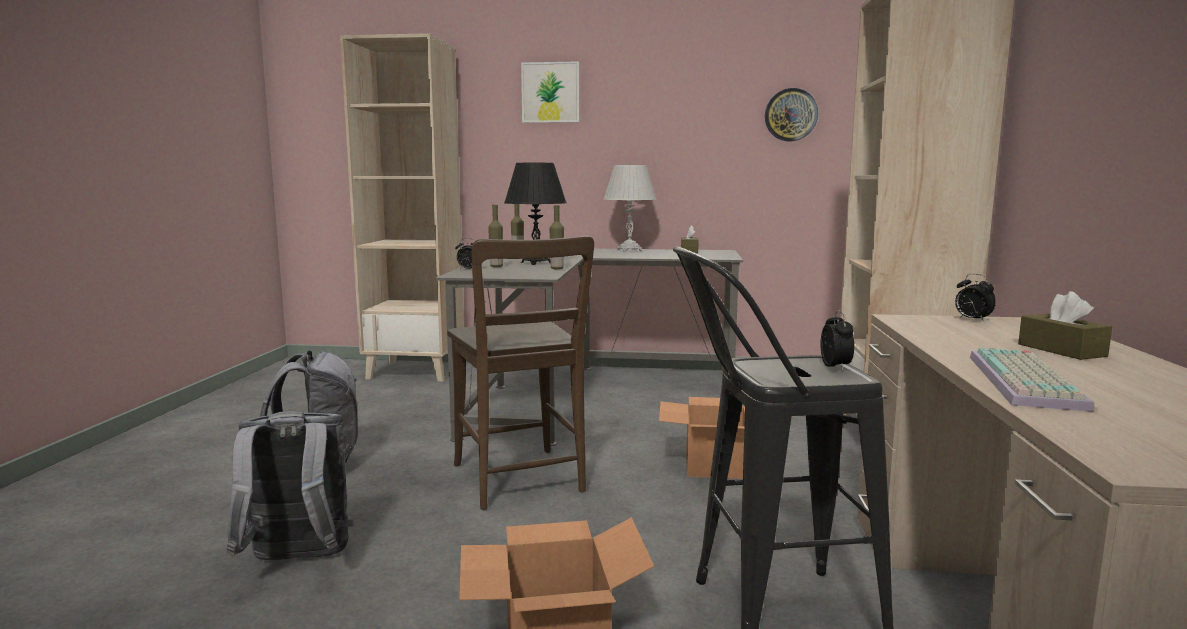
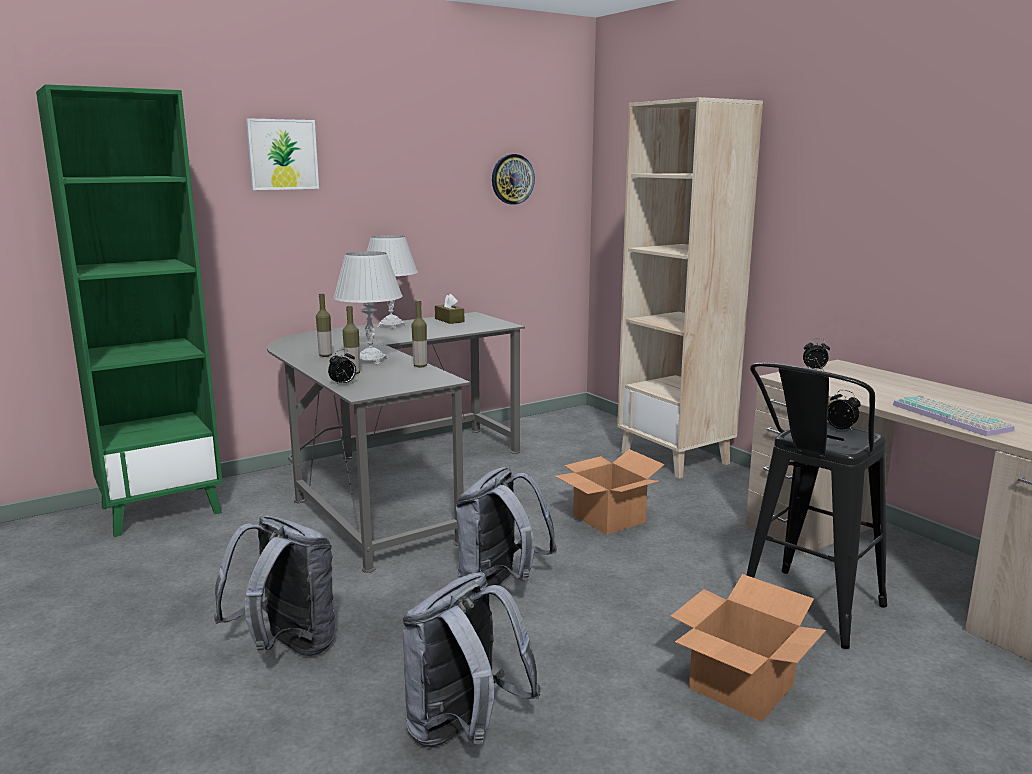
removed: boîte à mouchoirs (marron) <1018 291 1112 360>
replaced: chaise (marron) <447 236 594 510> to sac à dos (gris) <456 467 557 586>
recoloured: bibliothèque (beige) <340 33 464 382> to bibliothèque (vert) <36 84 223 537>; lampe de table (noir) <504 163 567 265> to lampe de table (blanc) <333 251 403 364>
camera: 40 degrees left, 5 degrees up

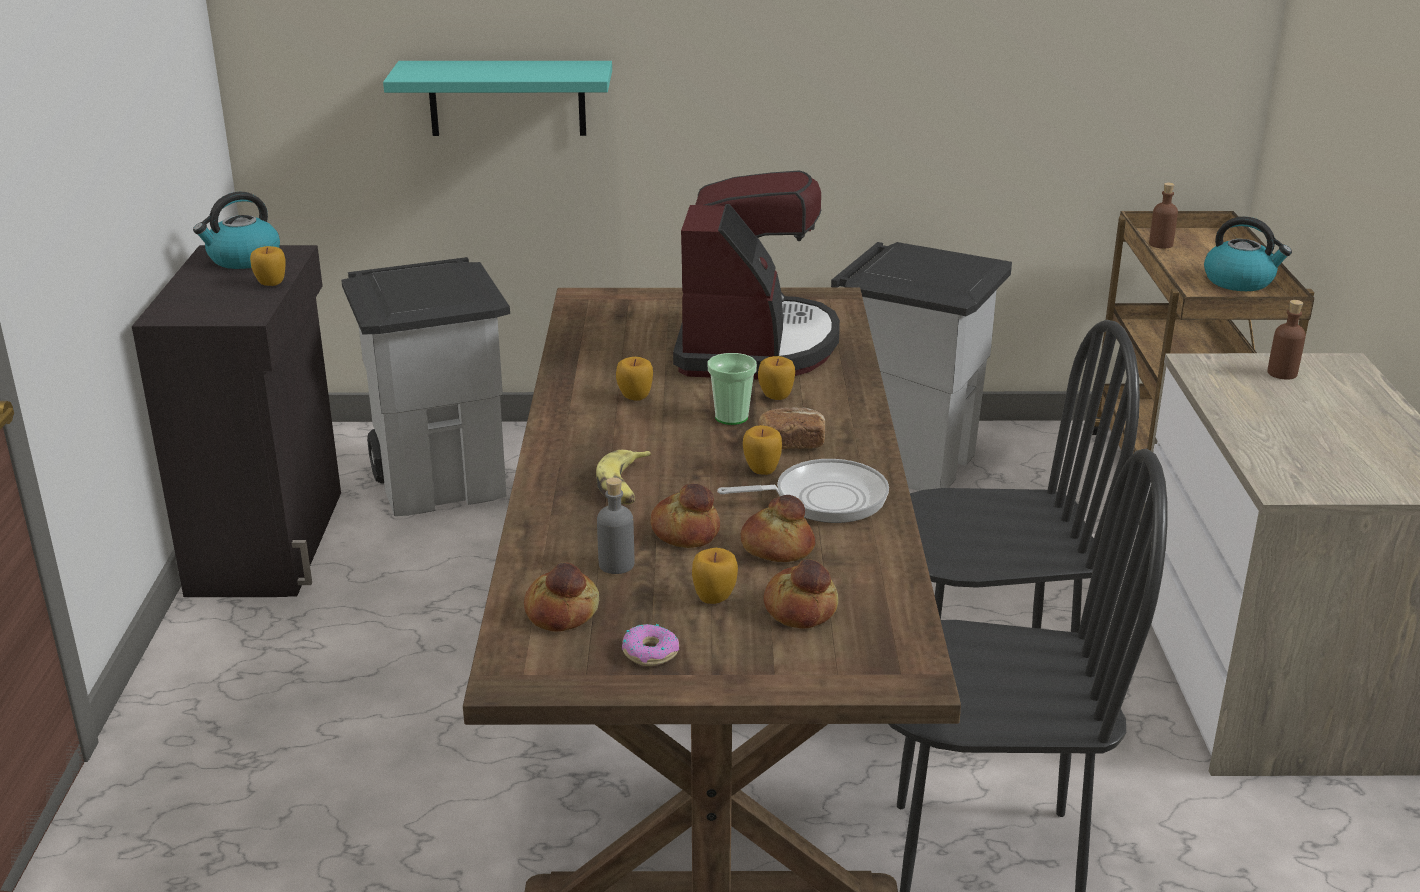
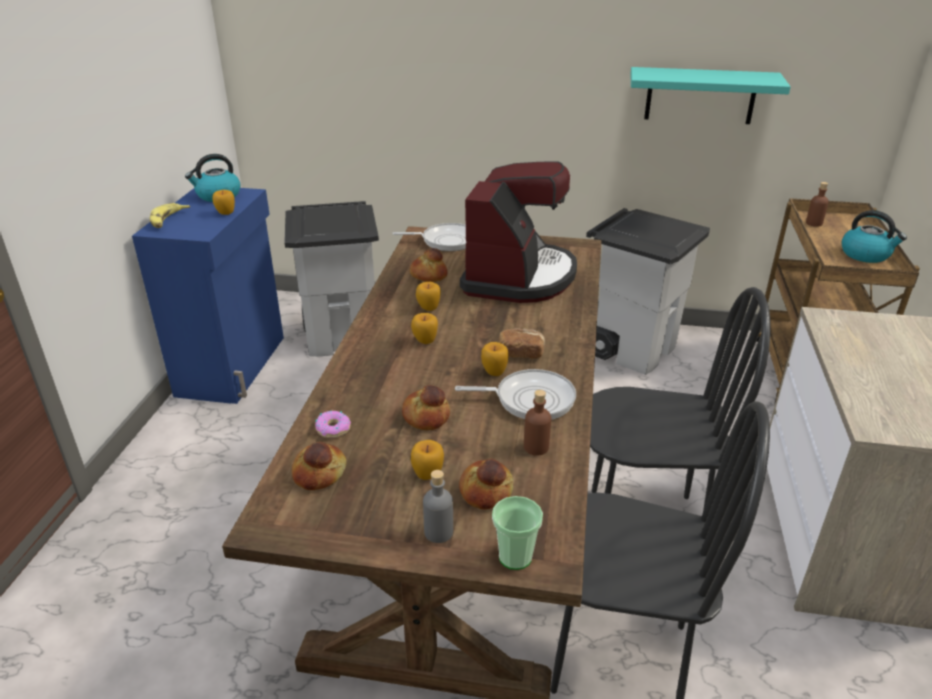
added: poêle <392 223 466 251>
moved: étagère (turquoise) <383 61 612 136> to <630 67 791 124>; banane <596 450 652 504> to <149 203 190 228>; bouteille (gris) <597 477 634 574> to <423 470 453 543>; beignet <622 624 679 666> to <315 411 351 438>; tasse <707 353 757 425> to <492 496 543 570>; pain <741 495 815 562> to <410 248 448 282>; pomme <758 356 795 400> to <411 313 438 344>; bouteille (marron) <1267 300 1306 379> to <524 390 551 456>
recoloured: meuble de rangement (noir) <132 245 341 597> to meuble de rangement (bleu) <132 188 284 404>
camera: 10 degrees right, 5 degrees up

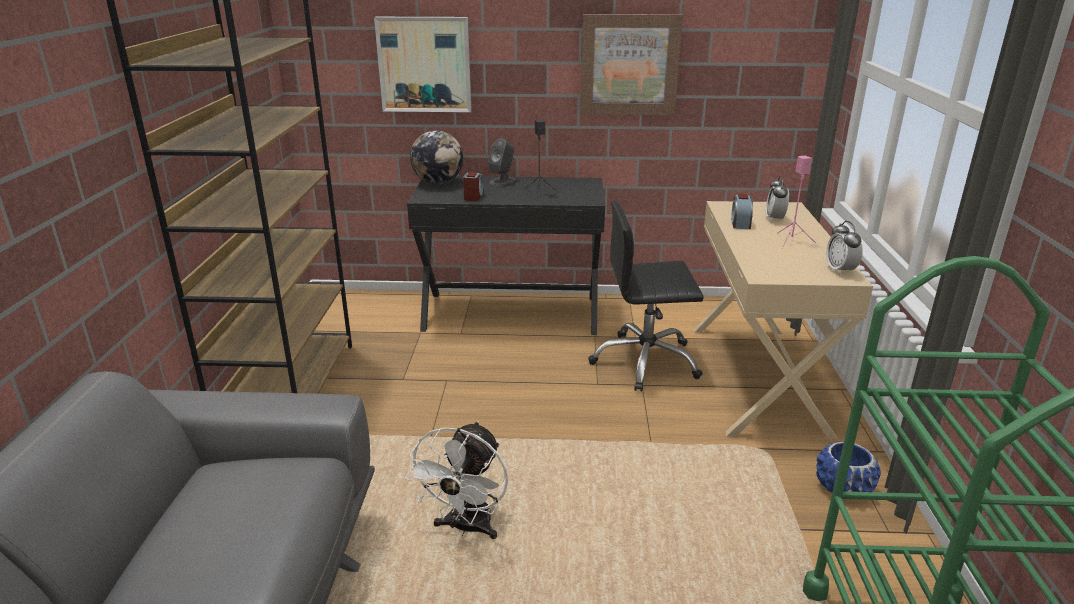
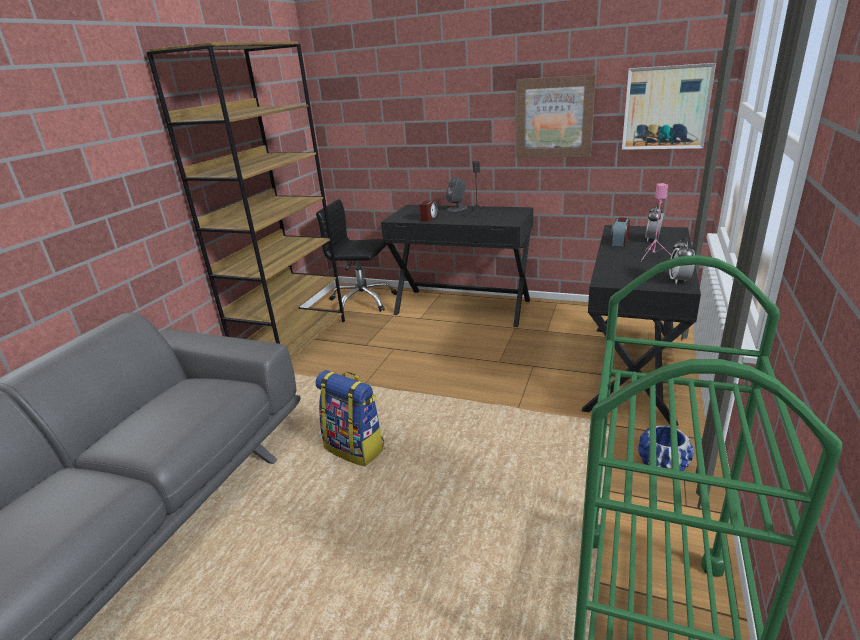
removed: globe <410 130 463 184>
moved: tableau <374 17 472 112> to <622 63 716 150>; chaise de bureau (noir) <588 200 704 392> to <316 199 397 312>
replaced: ventilateur (blanc) <405 421 508 539> to sac à dos <315 370 384 466>
recoloured: bureau (beige) <694 201 873 439> to bureau (noir) <582 225 701 426>
camera: 20 degrees right, 0 degrees up

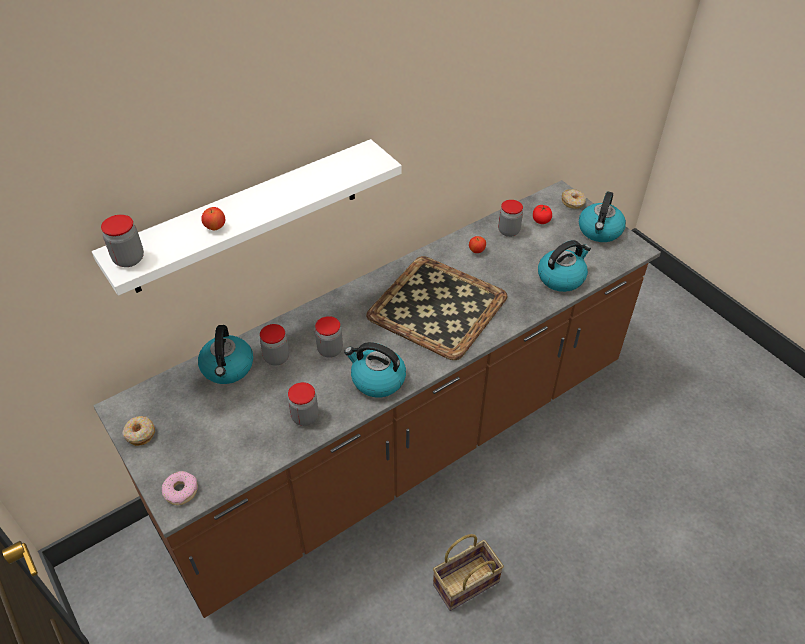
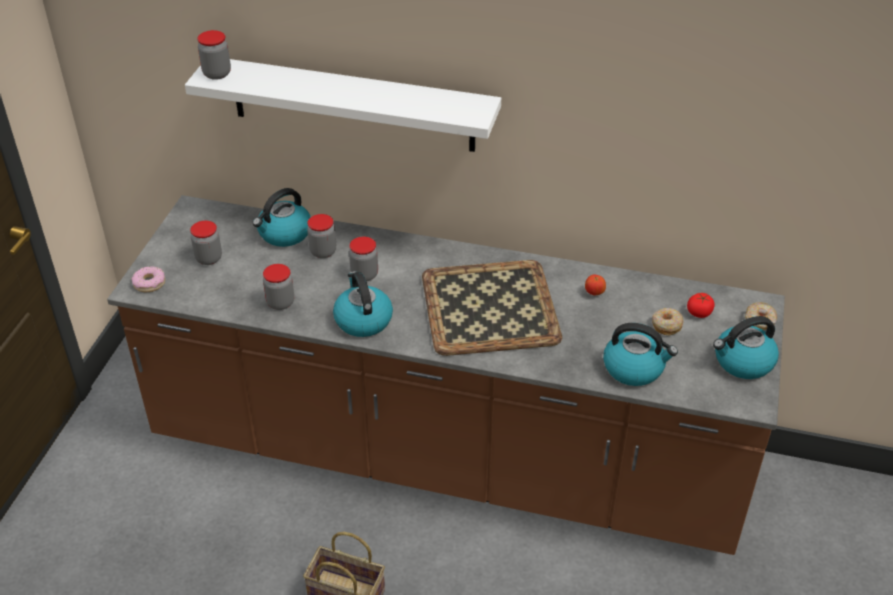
removed: pomme <201 207 225 230>
moved: beignet <122 416 155 446> to <652 308 683 335>; bocal <498 200 523 237> to <190 221 222 265>
camera: 50 degrees right, 5 degrees down

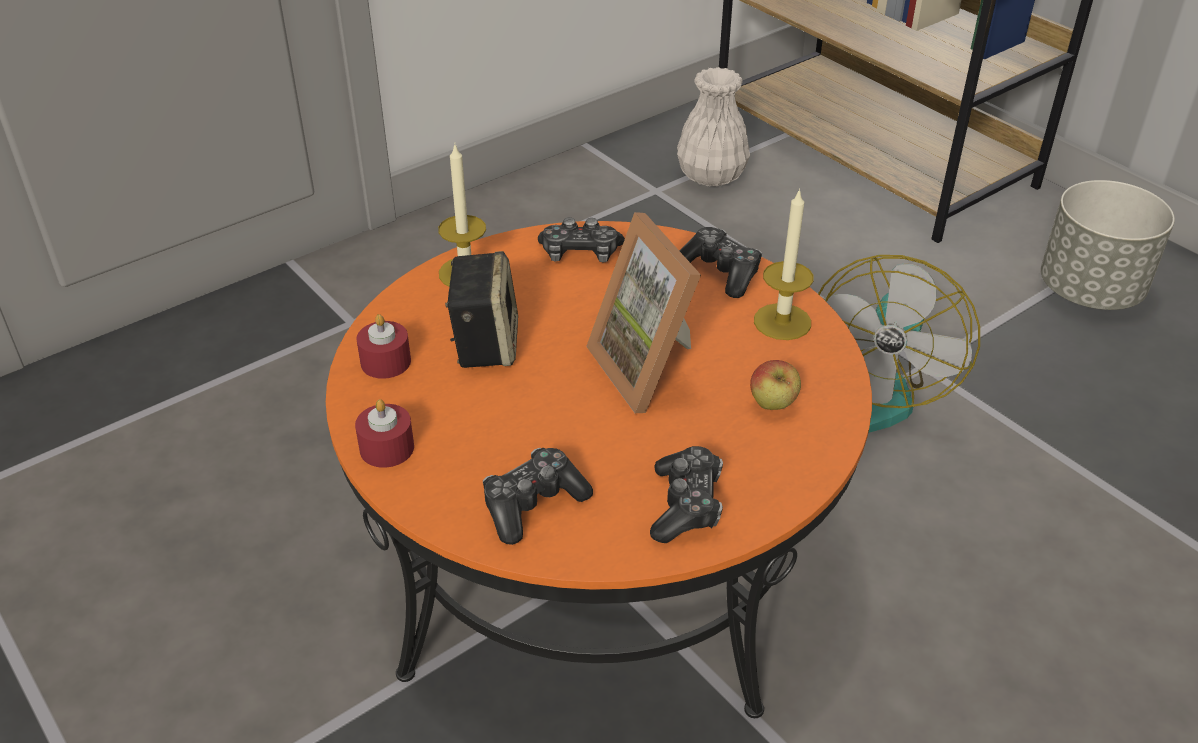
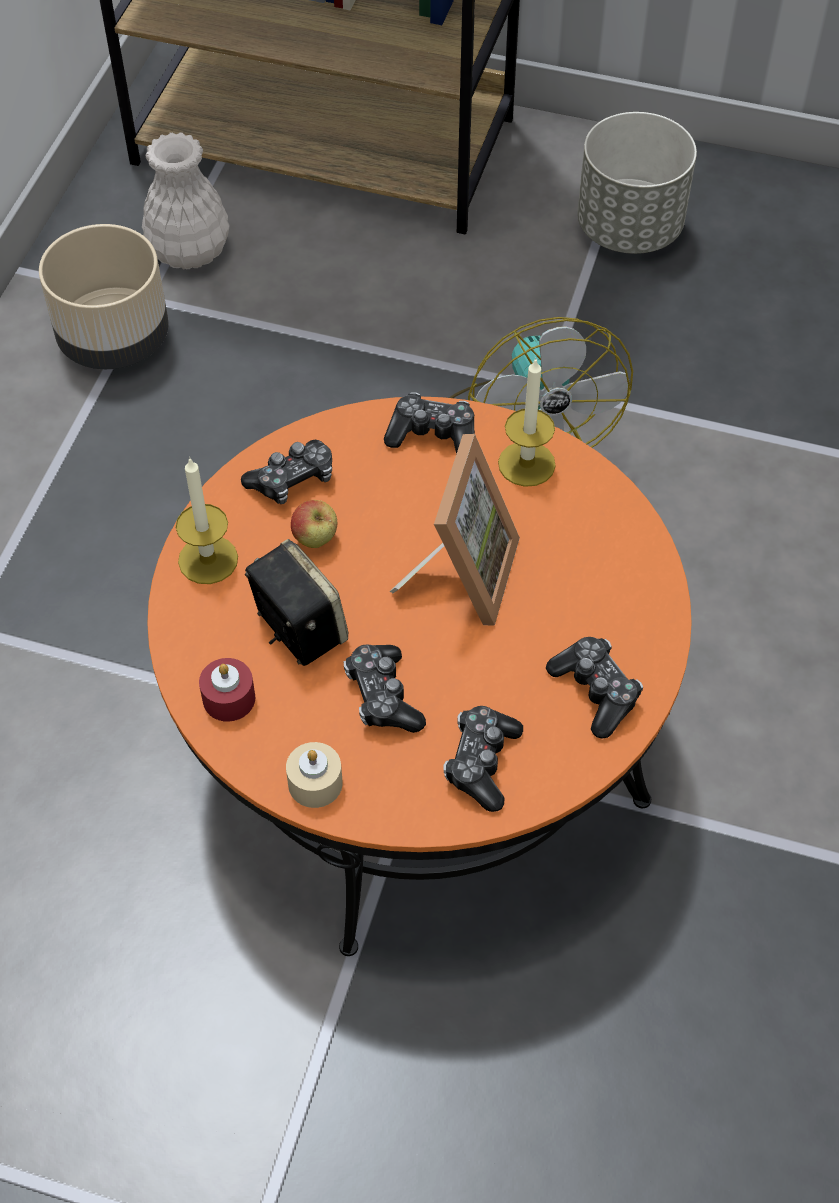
added: cache-pot (beige) <39 224 169 369>; manette <344 645 426 733>
moved: pomme <750 360 801 410> to <291 500 337 548>
recoloured: bougie (rouge) <355 399 414 468> to bougie (beige) <286 742 342 808>
turned: cadre photo <586 212 701 413> = <389 434 520 626> 105 degrees counterclockwise
camera: 35 degrees left, 15 degrees up

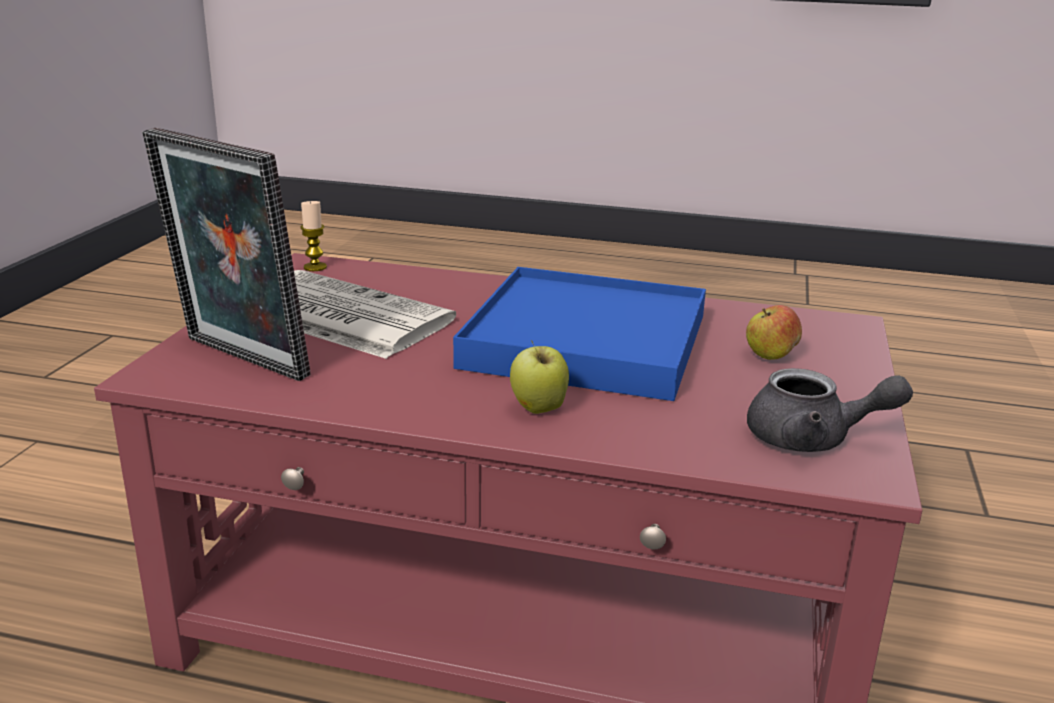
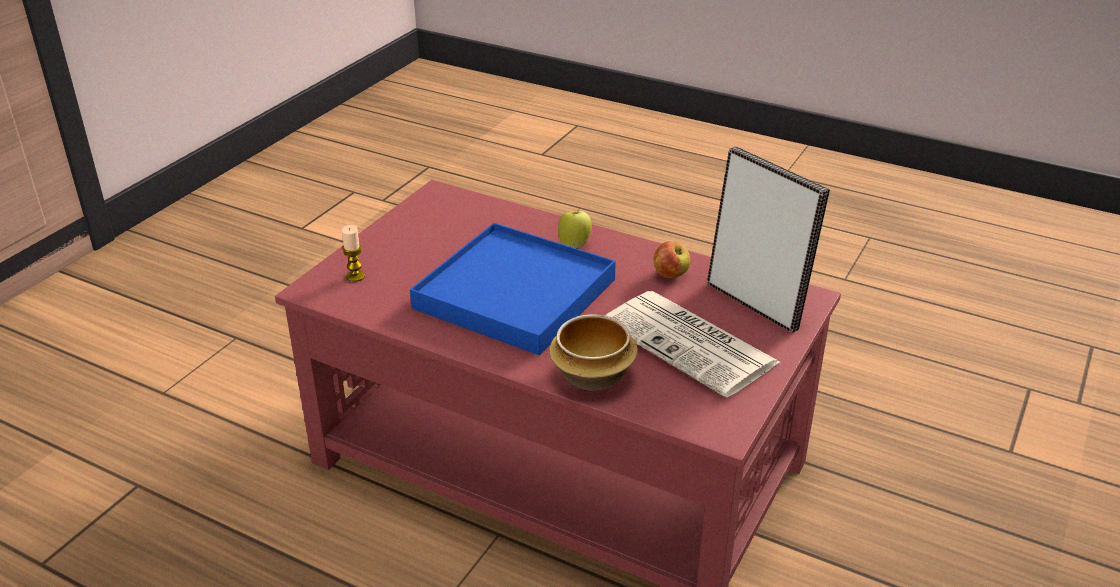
removed: théière (gris) <747 368 913 452>
added: bol <549 314 638 391>
moved: bougie <300 200 327 271> to <342 225 365 282>; pomme <746 305 802 360> to <654 241 691 278>
camera: 165 degrees left, 10 degrees up

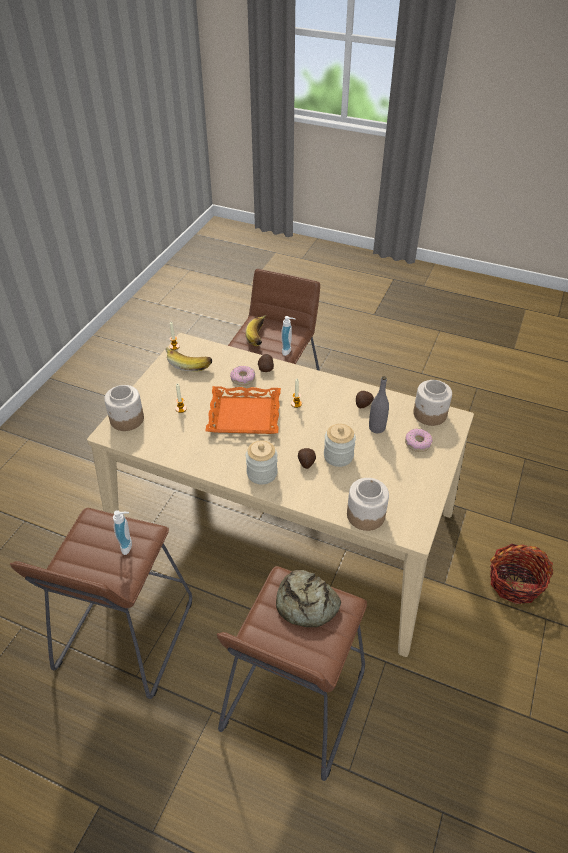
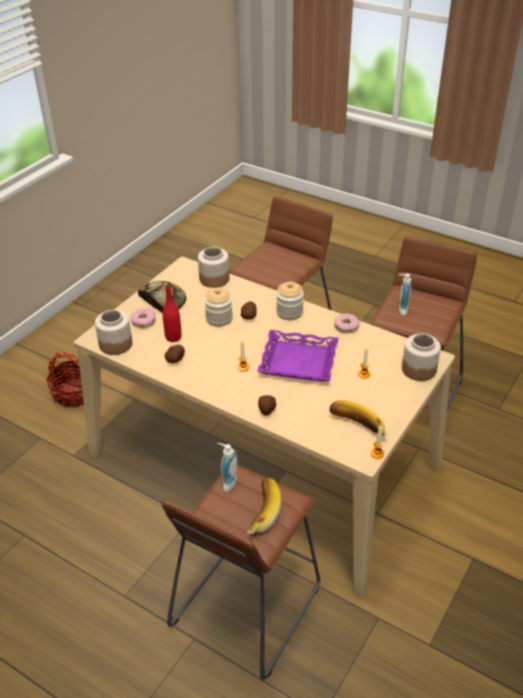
moved: beignet <230 366 255 386> to <334 314 360 333>; pain <276 570 341 627> to <138 281 186 313>
recoloured: plateau (orange) <205 386 281 434> to plateau (violet) <257 330 339 382>; bouteille (gris) <369 376 389 433> to bouteille (rouge) <163 284 181 342>
camera: 170 degrees left, 5 degrees down

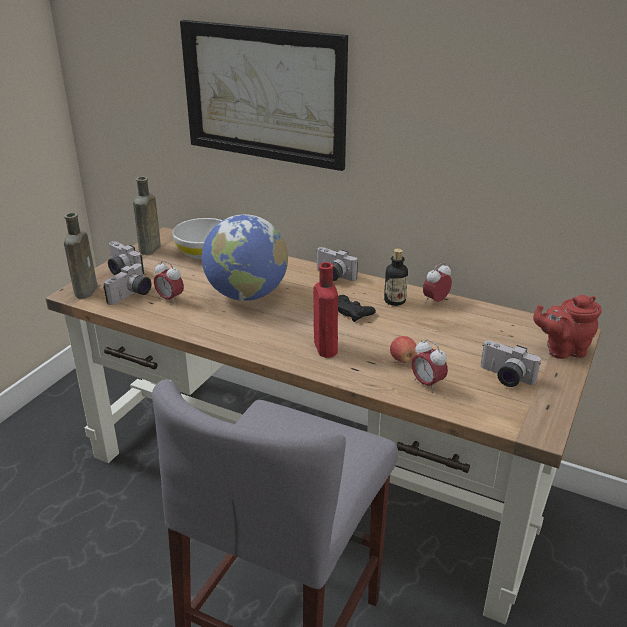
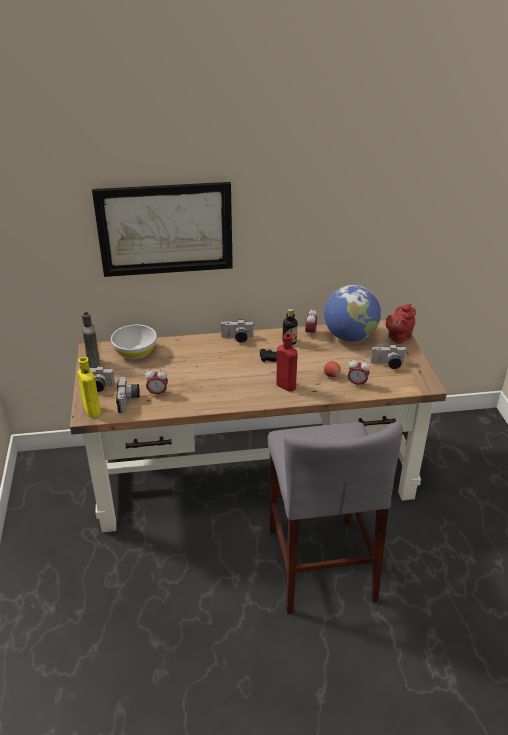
moved: globe <202 214 288 301> to <324 285 381 342>
recoloured: bouteille (marron) <64 213 98 298> to bouteille (jaune) <77 357 101 418>
camera: 35 degrees left, 5 degrees up

